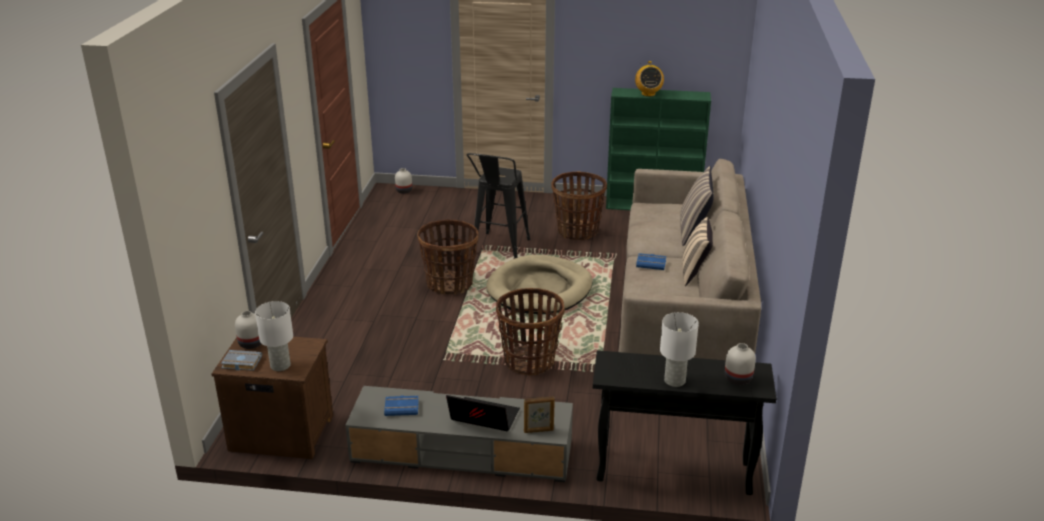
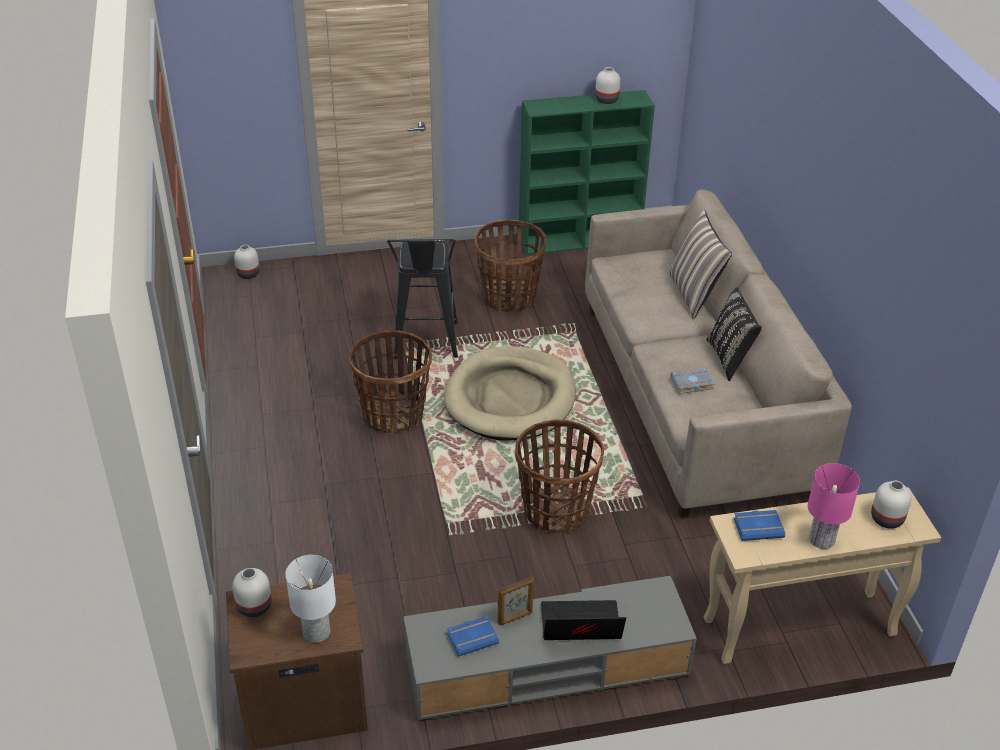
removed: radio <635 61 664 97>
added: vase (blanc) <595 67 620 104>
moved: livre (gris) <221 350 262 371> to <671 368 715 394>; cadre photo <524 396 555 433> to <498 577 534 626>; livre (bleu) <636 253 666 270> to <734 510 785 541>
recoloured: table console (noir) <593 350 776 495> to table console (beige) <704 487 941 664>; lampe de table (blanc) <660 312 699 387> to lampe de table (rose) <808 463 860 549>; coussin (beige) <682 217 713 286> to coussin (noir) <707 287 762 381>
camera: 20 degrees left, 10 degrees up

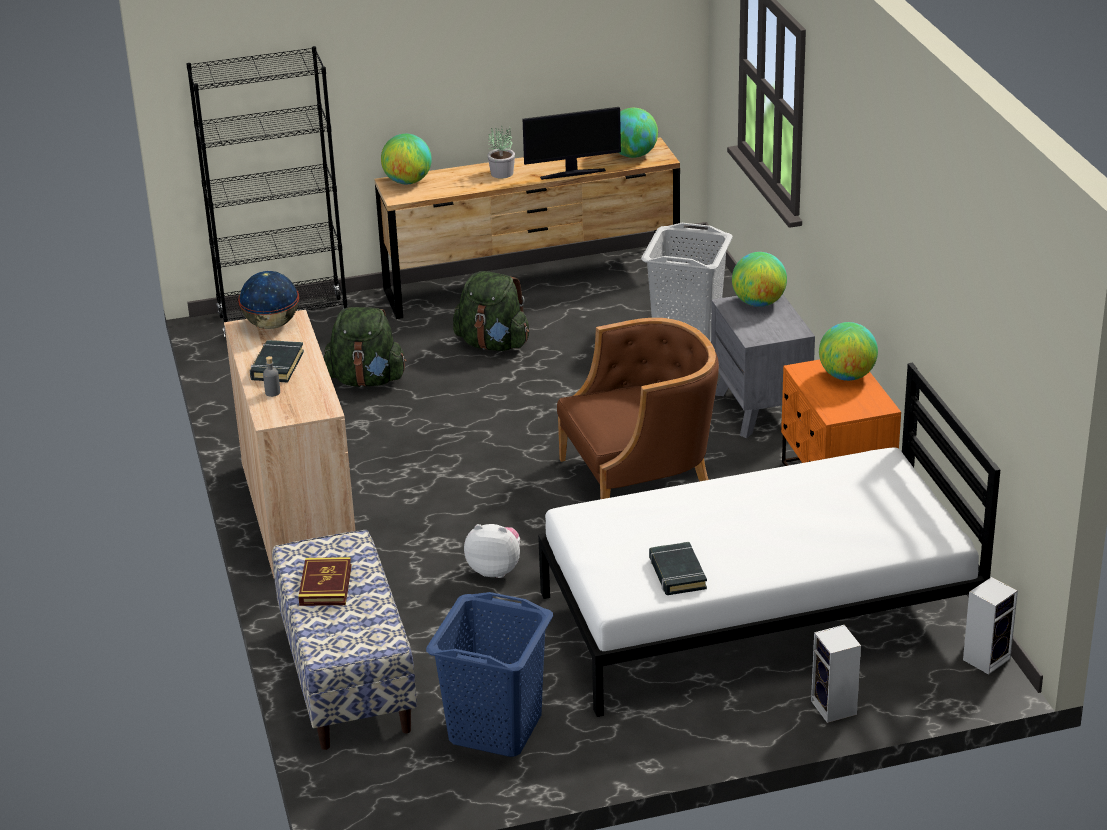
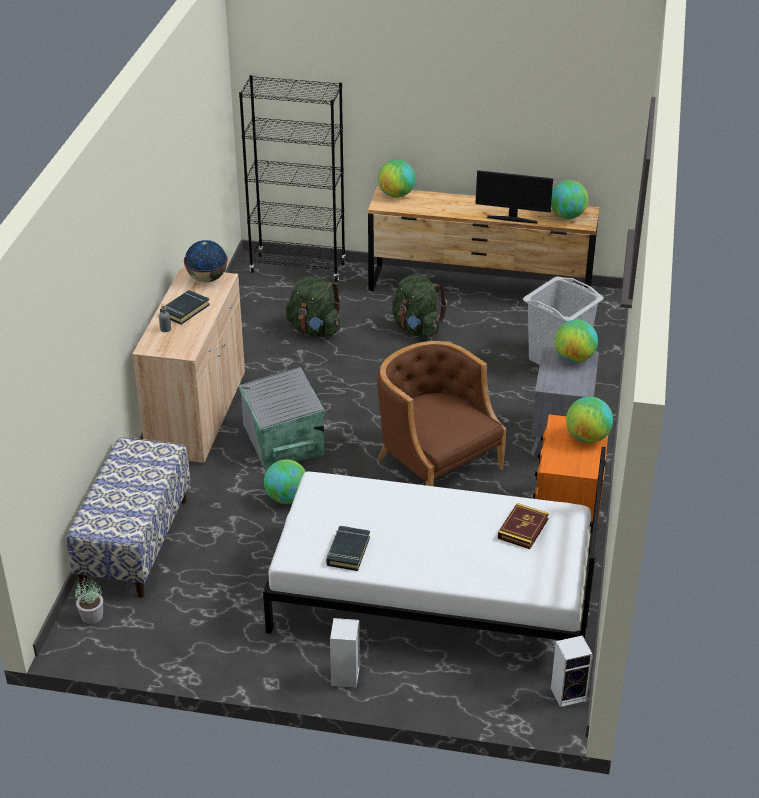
removed: panier à linge (bleu) <426 592 553 757>
added: boîte de rangement (gris) <239 367 325 469>
moved: livre <298 557 352 606> to <498 503 549 549>; plante en pot <487 126 515 179> to <75 578 103 624>; enceinte <811 625 861 723> to <330 618 360 688>
replaced: peluche <464 524 520 578> to globe <264 460 306 504>
turned: fauteuil (marron) <557 318 719 499> = <377 341 506 486> 135 degrees counterclockwise
camera: 25 degrees right, 5 degrees up

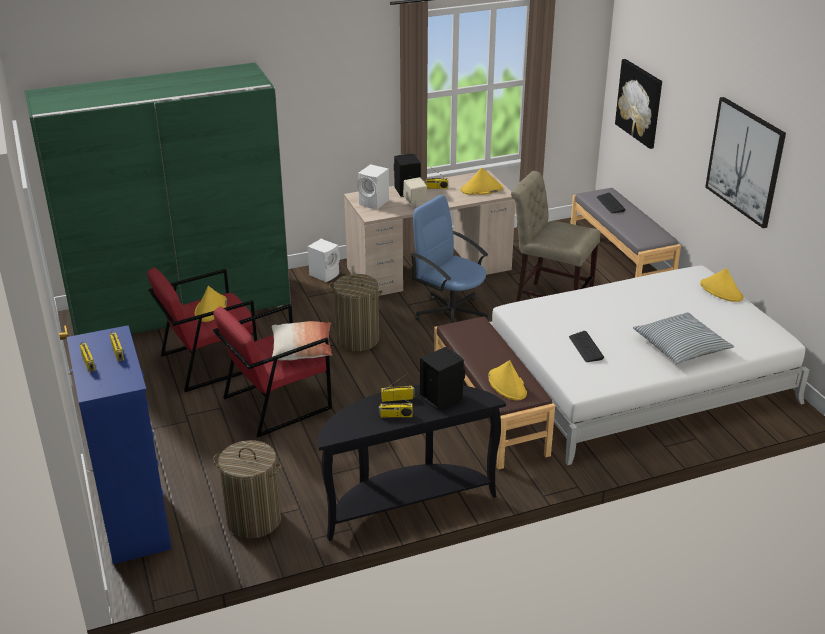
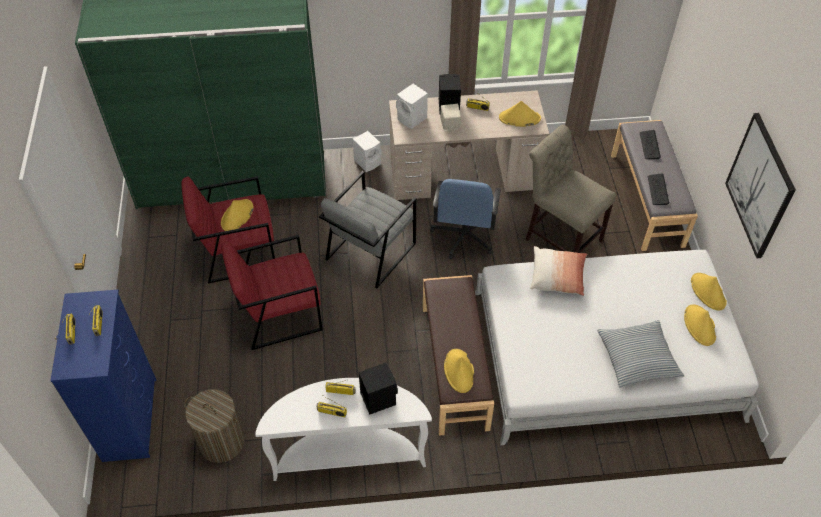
removed: tableau <615 59 662 149>
added: chapeau (jaune) <684 304 716 346>
moved: coussin <272 321 332 360> to <530 246 587 296>; clavier <569 331 604 362> to <648 173 669 205>
replaced: panier à linge <329 274 383 351> to fauteuil (gris) <319 171 416 288>
recoloured: table console (noir) <318 385 506 541> to table console (blanc) <256 378 432 481>
turned: chaise de bureau (bleu) <410 195 489 323> = <430 179 501 259> 135 degrees counterclockwise
camera: 15 degrees right, 20 degrees up

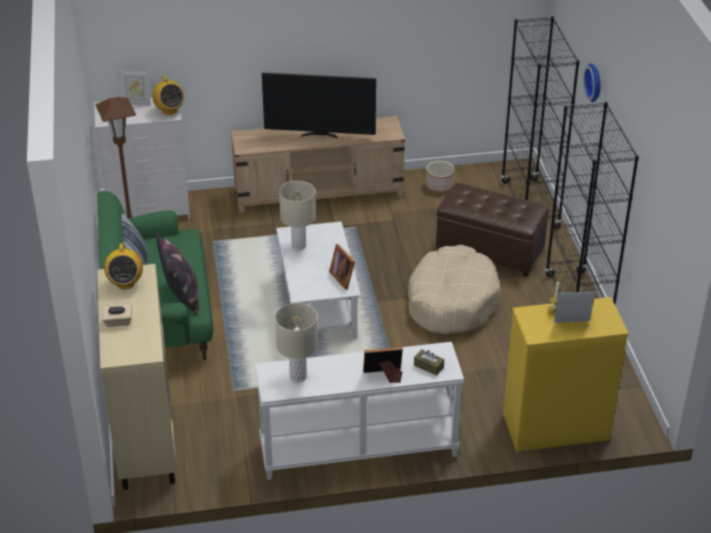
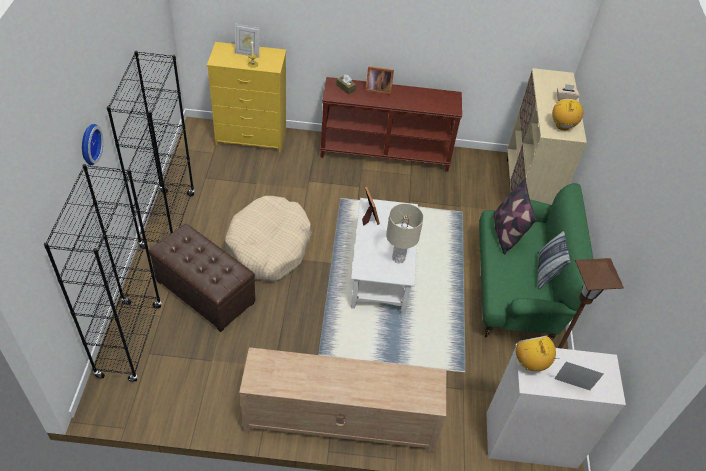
removed: téléviseur <262 73 376 139>; lampe de table (beige) <275 303 318 382>; cache-pot <426 161 455 193>
recoloured: table console (blanc) <255 342 464 480> to table console (marron) <320 77 462 172>
camera: 170 degrees left, 10 degrees up

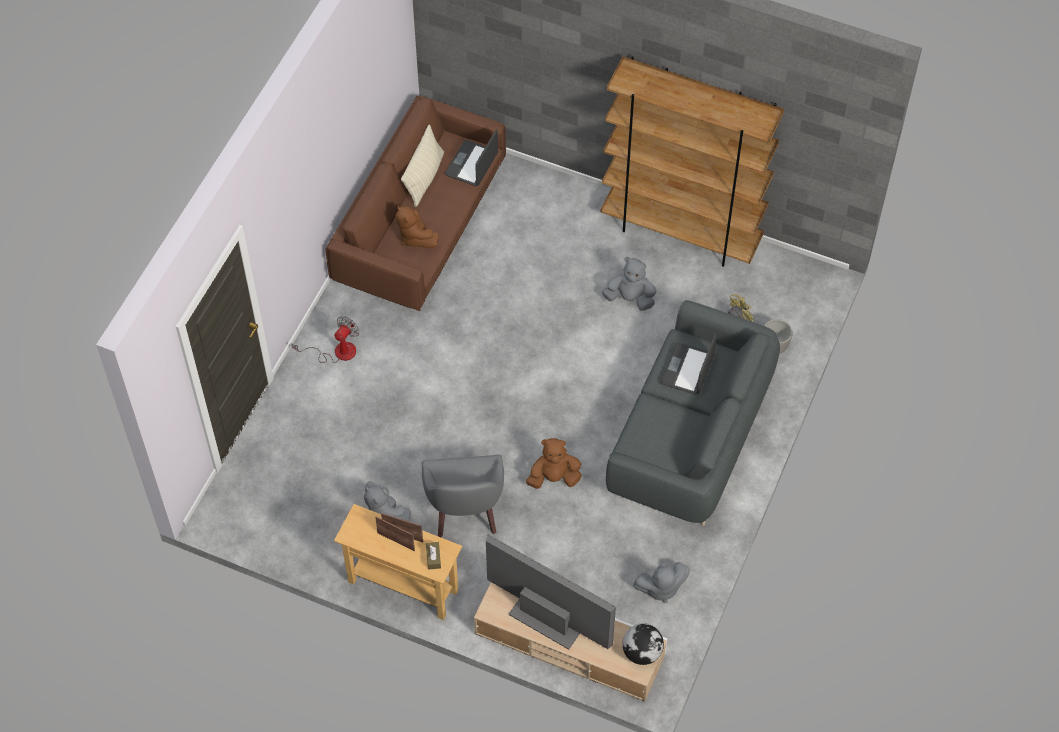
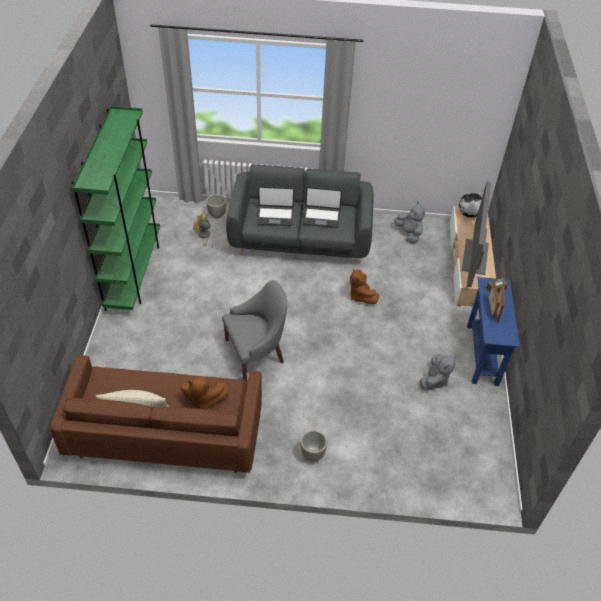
removed: peluche (gris) <602 257 657 311>
moved: fauteuil (gris) <422 455 504 537> to <222 280 287 380>; ordinateur portable <445 130 498 186> to <303 187 342 228>
replaced: ventilateur <292 316 360 363> to cache-pot <301 430 327 461>
recoloured: table console (beige) <334 504 462 620> to table console (bleu) <467 277 520 386>; bibliothèque (marron) <601 57 784 267> to bibliothèque (vert) <71 106 160 311>
turned: peluche (marron) <395 205 439 248> = <180 376 230 409> 60 degrees clockwise
camera: 110 degrees left, 10 degrees down

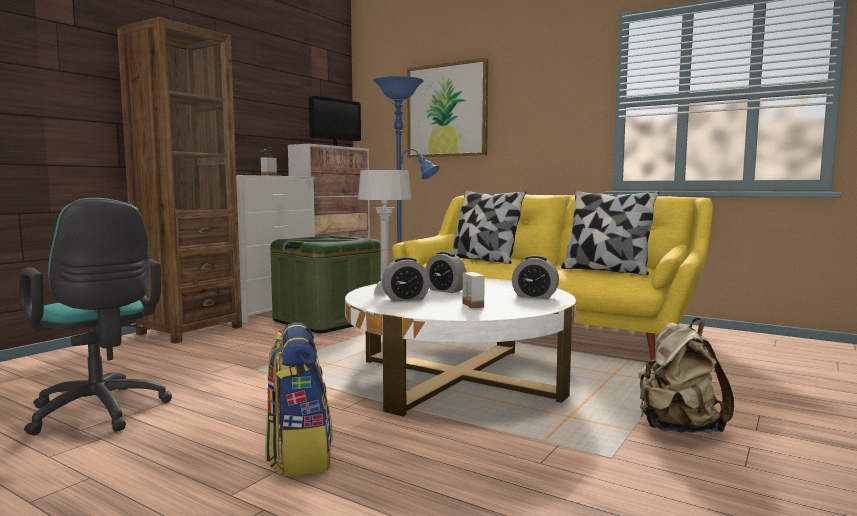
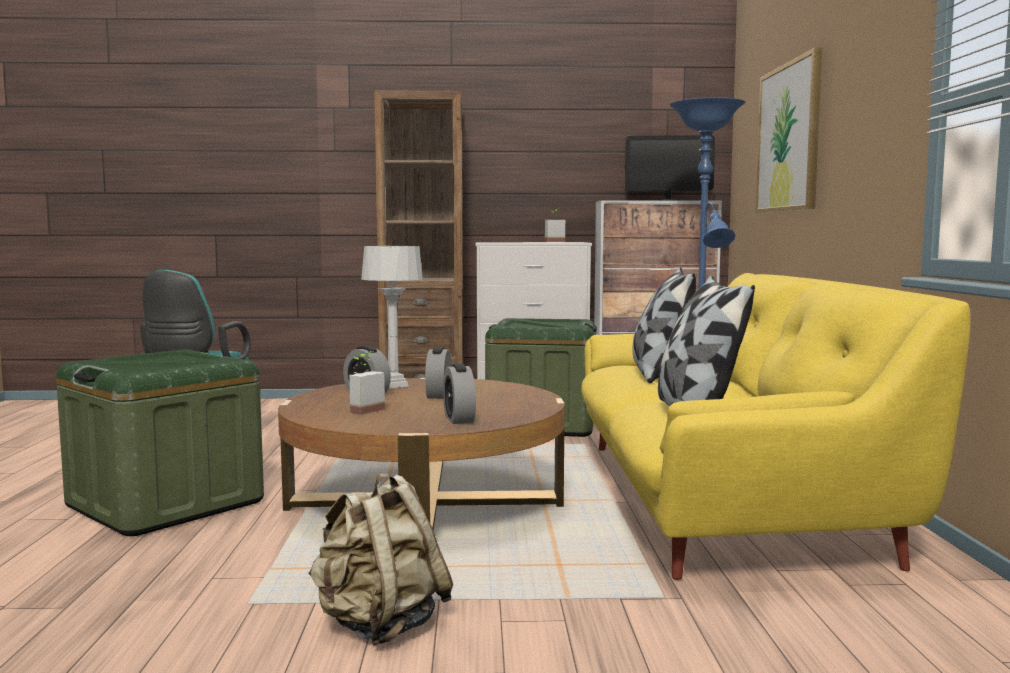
replaced: sac à dos <265 322 333 477> to boîte de rangement (vert) <56 349 264 536>
recoloured: table basse (blanc) <345 278 576 416> to table basse (marron) <278 378 565 530>
camera: 55 degrees right, 0 degrees up

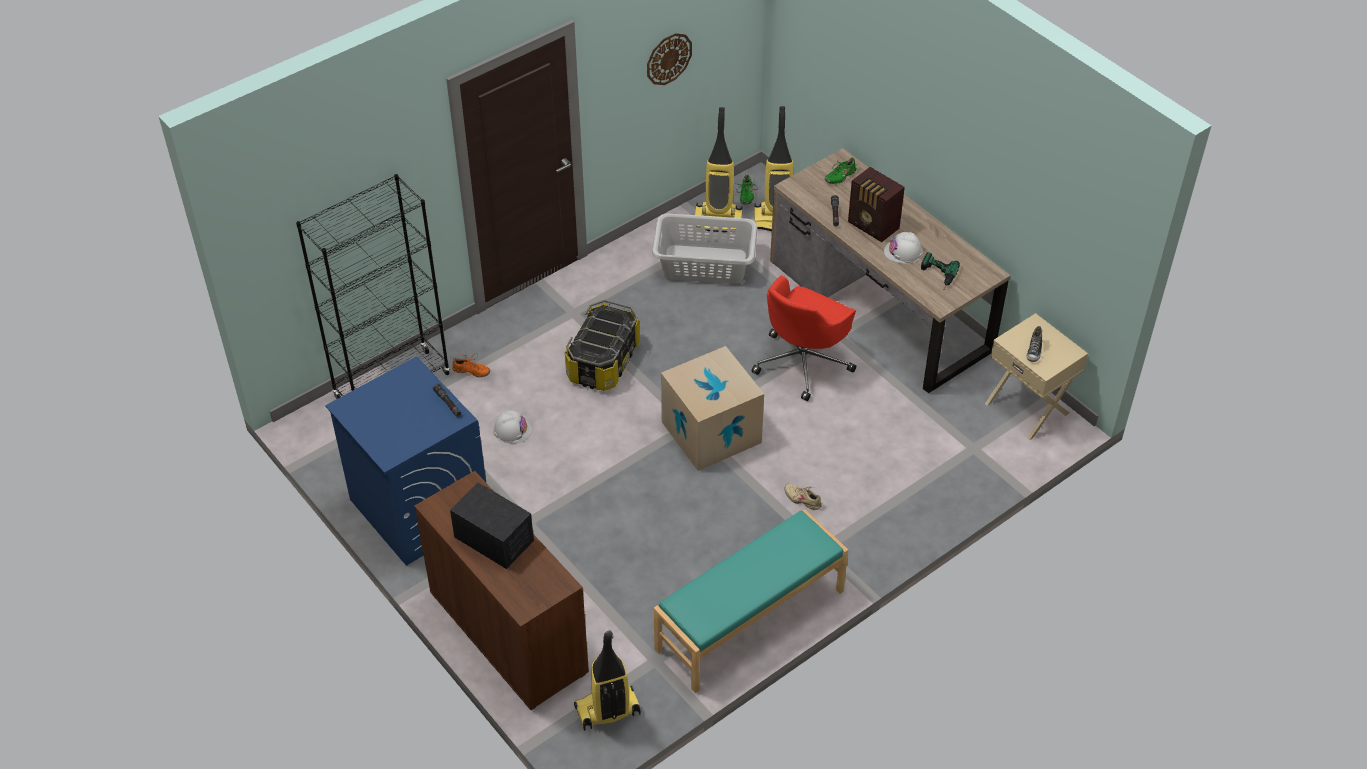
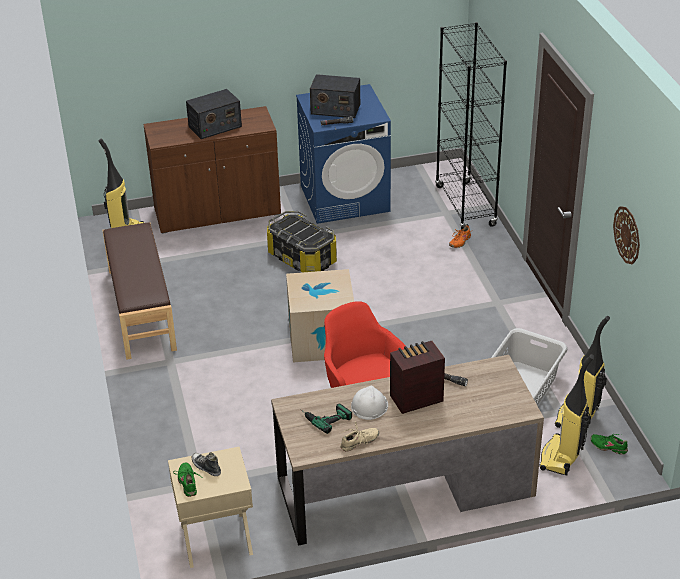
removed: casque de chantier (blanc) <493 410 532 443>
added: radio <310 74 360 118>
moved: boîte de rangement <565 300 640 391> to <267 211 337 272>; chaussure (beige) <784 484 822 510> to <340 421 379 452>; chaussure (vert) <825 157 856 184> to <173 462 201 497>
recoloured: banc (turquoise) <654 509 848 693> to banc (marron) <102 222 177 360>
camera: 115 degrees right, 10 degrees down

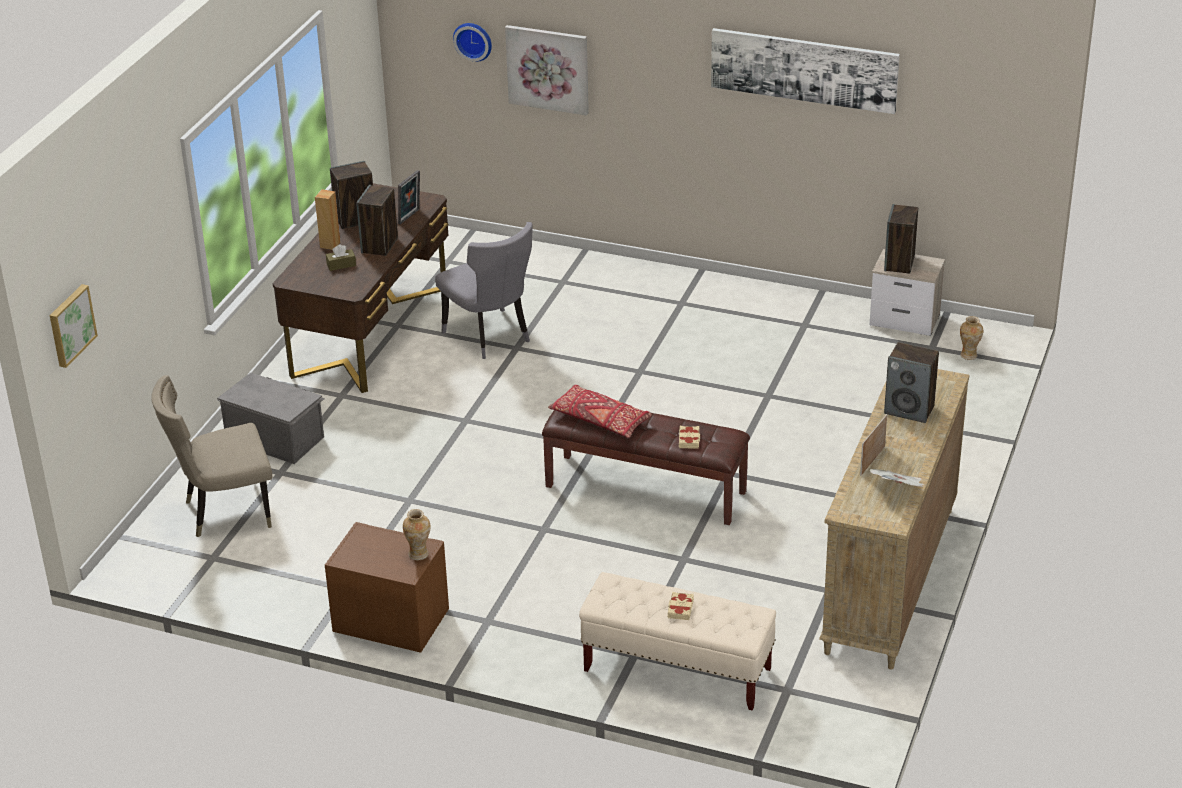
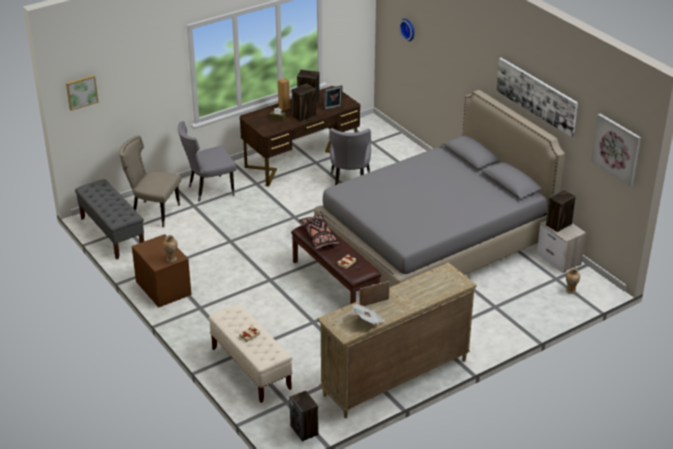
added: banc (gris) <75 179 144 259>; lit (gris) <314 90 565 288>
moved: tableau <505 25 589 116> to <591 114 641 186>; enceinte <884 342 939 423> to <289 391 318 442>
replaced: boîte de rangement (gris) <217 373 325 464> to chaise (gris) <178 121 236 202>
recoloured: coussin (rouge) <548 385 652 438> to coussin (noir) <299 215 339 249>
camera: 35 degrees right, 0 degrees up

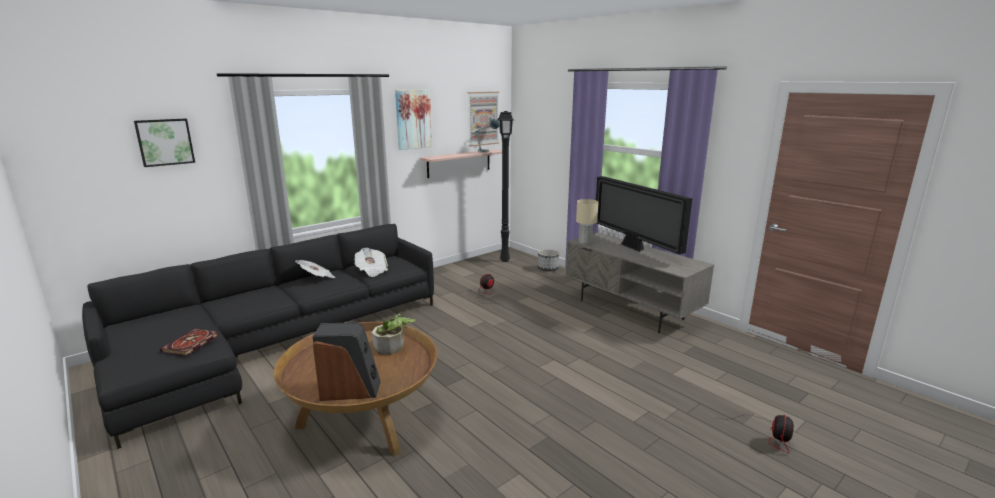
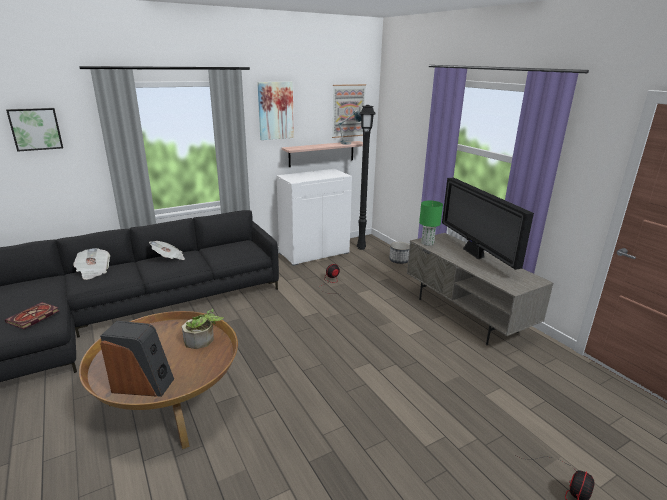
added: meuble de rangement (blanc) <276 169 352 266>
moved: journal <355 248 388 277> to <73 248 110 280>
recoloured: lampe de table (beige) <576 199 599 244> to lampe de table (vert) <419 201 443 246>
camera: 10 degrees right, 5 degrees up

